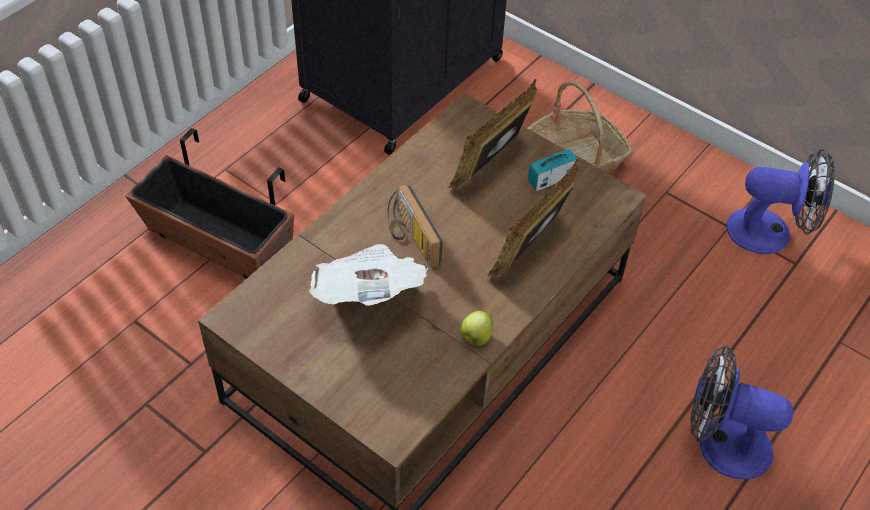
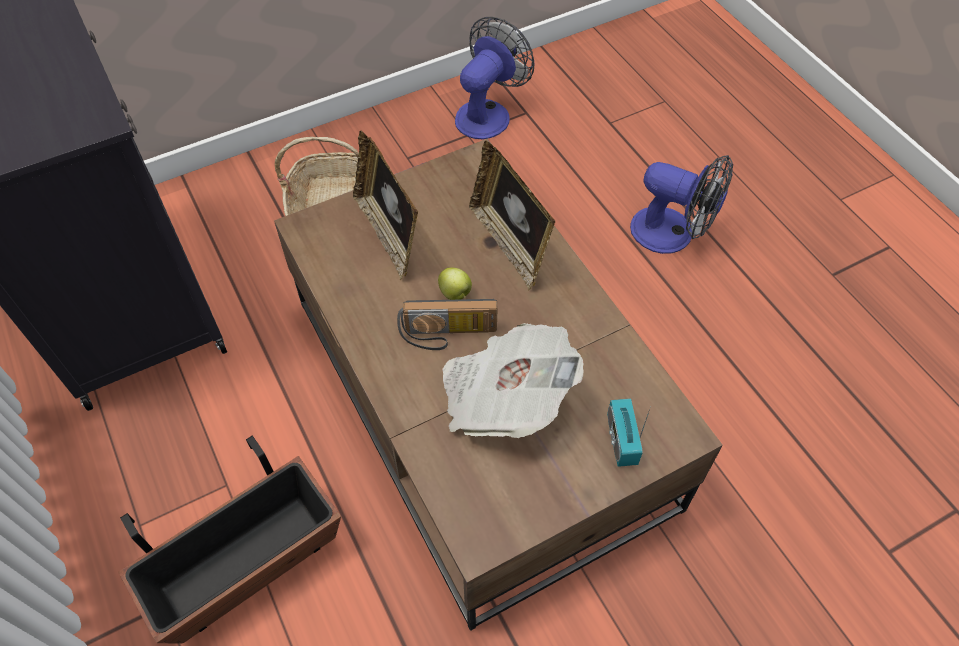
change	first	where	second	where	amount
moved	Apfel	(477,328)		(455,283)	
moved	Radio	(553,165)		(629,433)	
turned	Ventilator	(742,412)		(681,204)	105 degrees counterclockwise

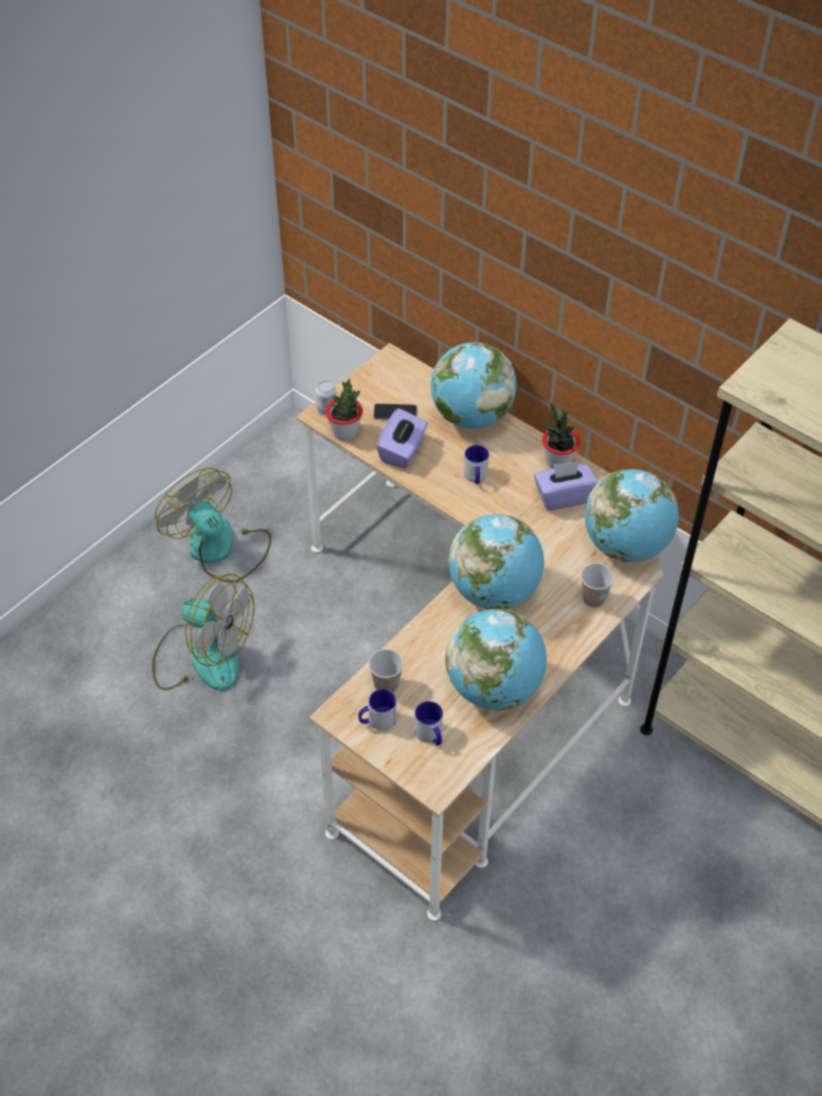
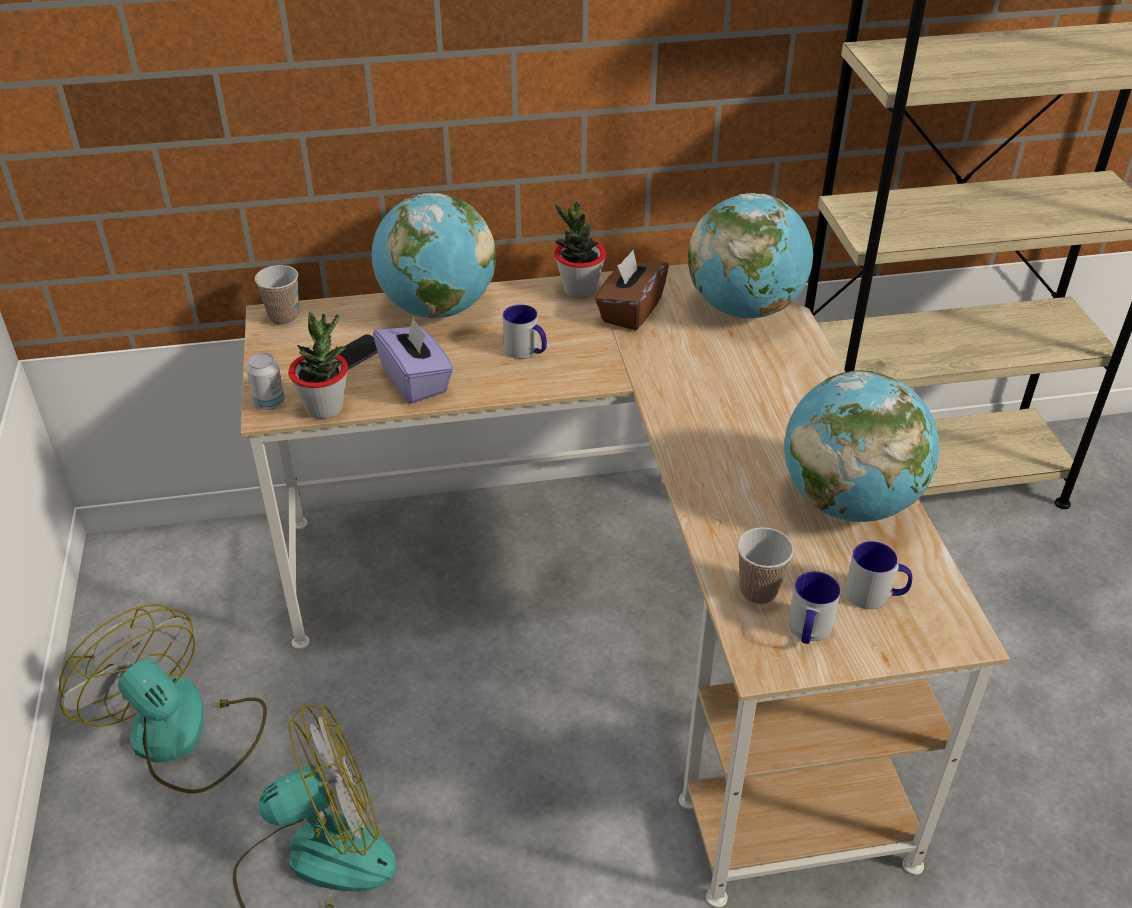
change	first	where	second	where	amount
removed	Globus	(496,562)			
moved	Tasse	(597,585)		(277,295)	
recoloured	Taschentuchbox (lila)	(566,486)	Taschentuchbox (braun)	(632,290)	
turned	Ventilator	(213,525)		(163,699)	45 degrees clockwise

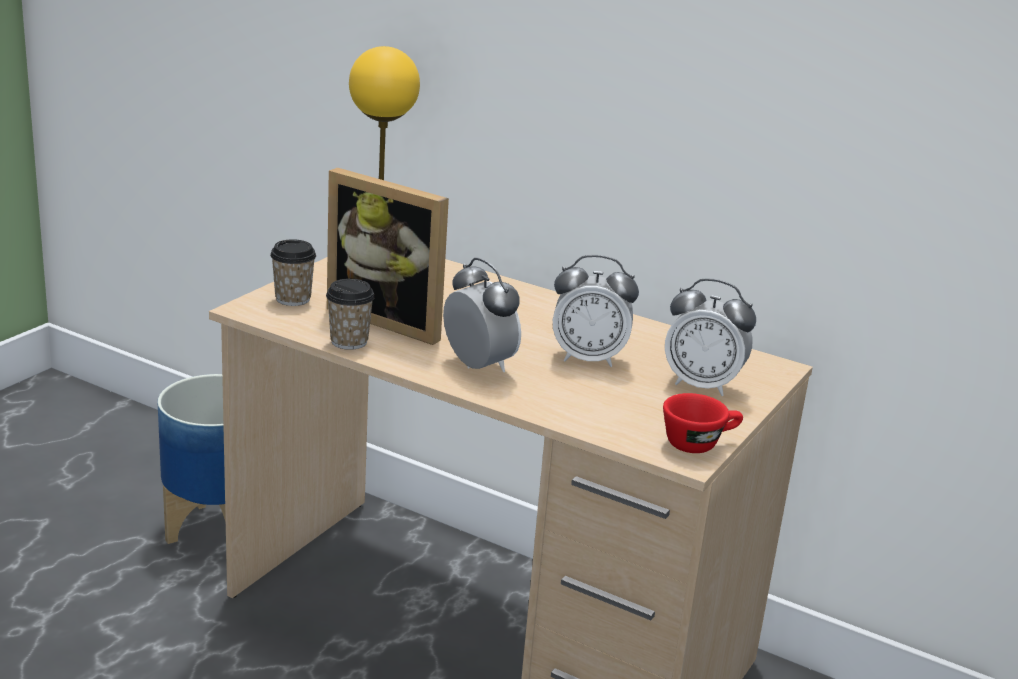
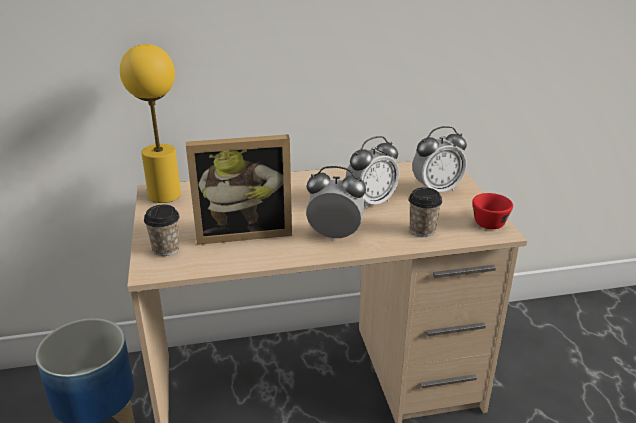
change	first	where	second	where	amount
moved	Tasse	(350,314)		(425,211)	

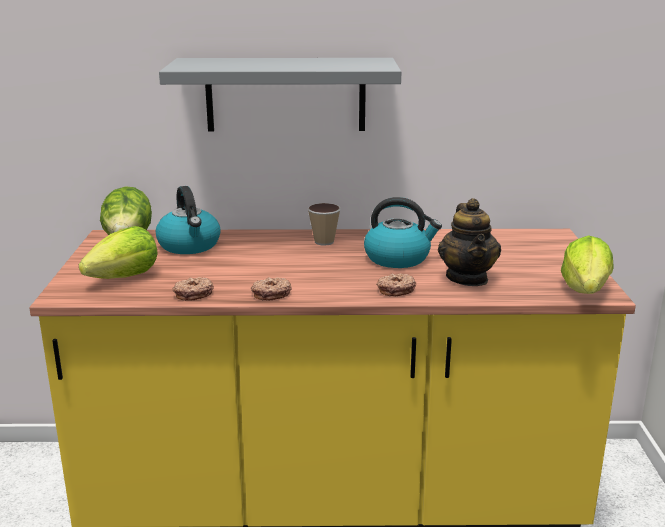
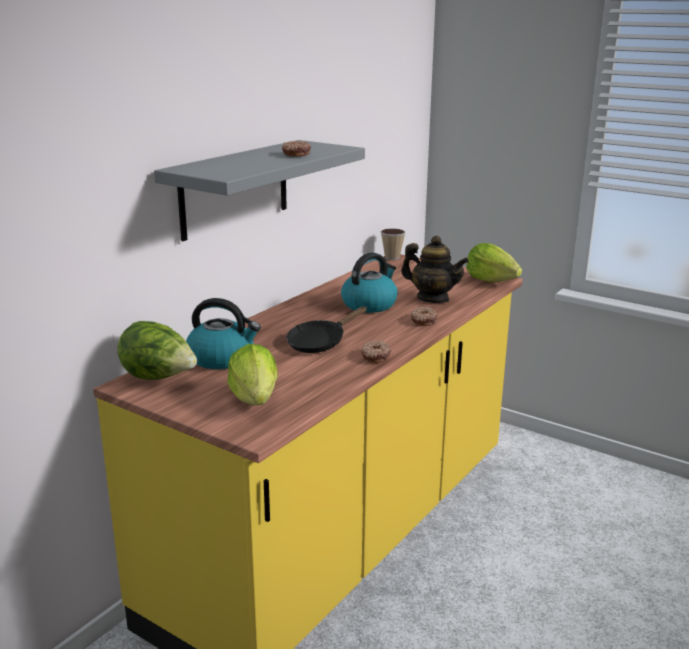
change	first	where	second	where	amount
added			Pfanne (schwarz)	(326,329)	
moved	Donut	(193,289)		(296,149)	
moved	Tasse	(324,224)		(393,244)	

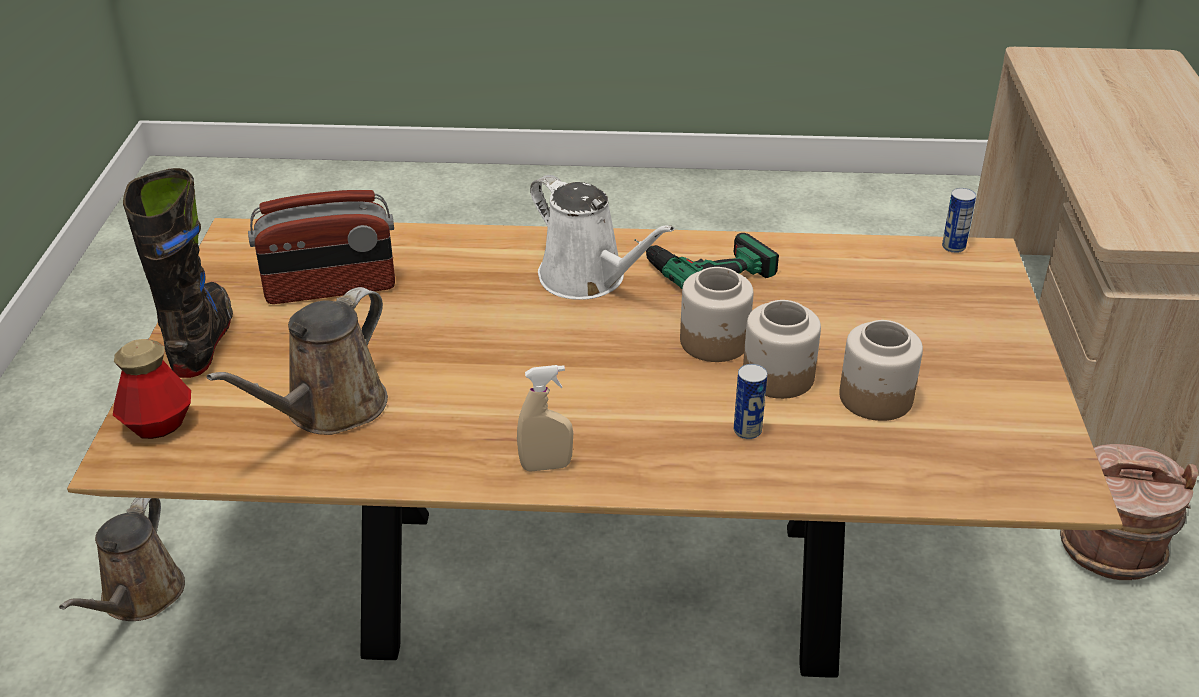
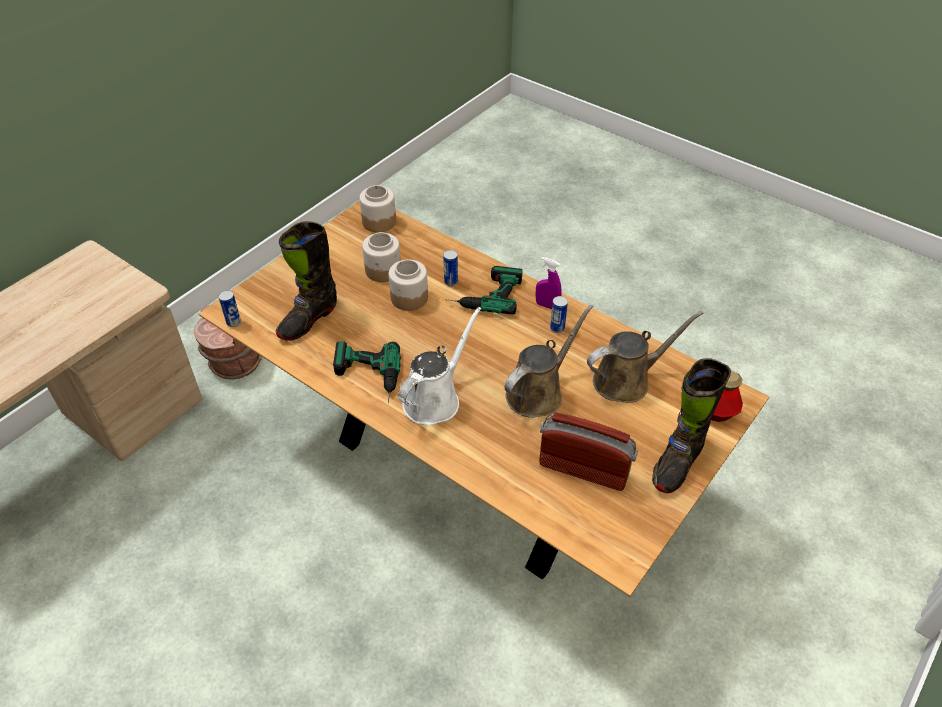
change	first	where	second	where	amount
added			Stiefel (schwarz)	(306,281)	
added			Bohrmaschine	(484,290)	
added			Dose	(559,314)	
moved	Gießkanne (braun)	(122,559)		(548,361)	
moved	Vorratsglas	(716,314)		(377,208)	
recoloured	Sprühflasche (beige)	(545,418)	Sprühflasche (lila)	(549,283)	
turned	Gießkanne (weiß)	(602,237)		(439,366)	45 degrees clockwise

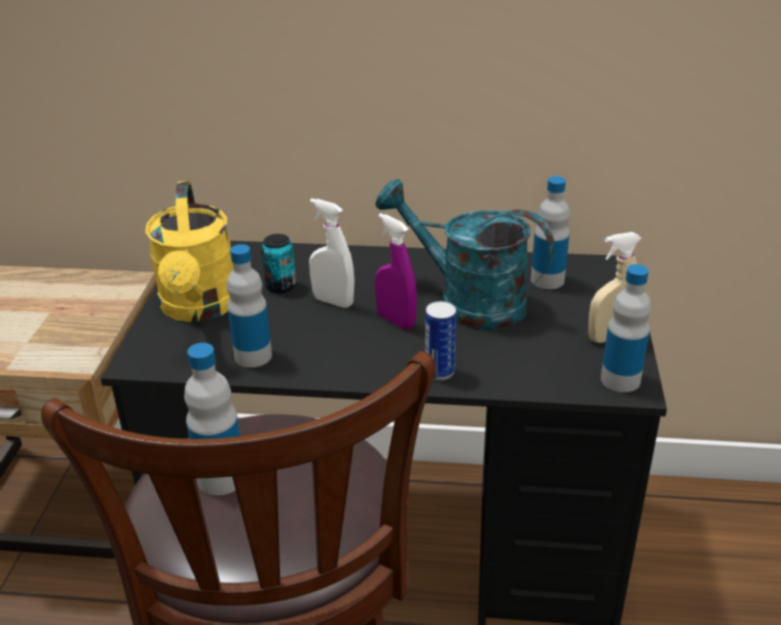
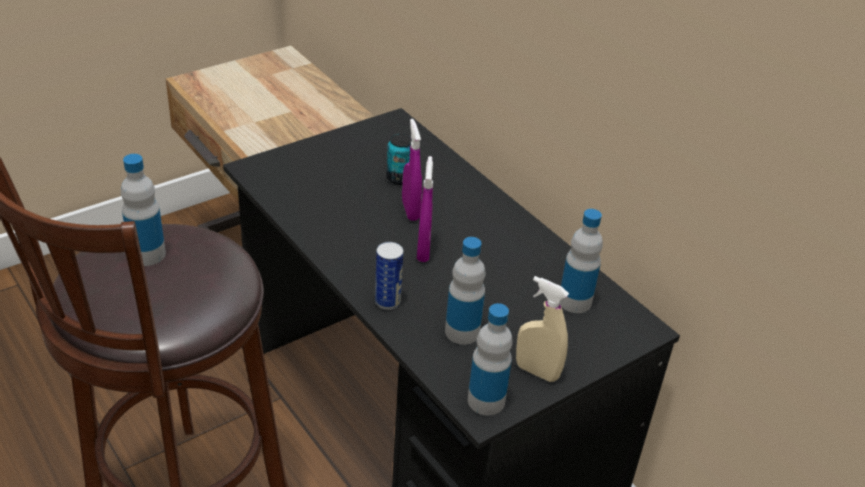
change	first	where	second	where	amount
removed	Gießkanne (gelb)	(189,251)			
removed	Gießkanne (türkis)	(464,254)			
moved	Flasche	(249,306)		(465,291)	
recoloured	Sprühflasche (weiß)	(332,253)	Sprühflasche (lila)	(412,170)	

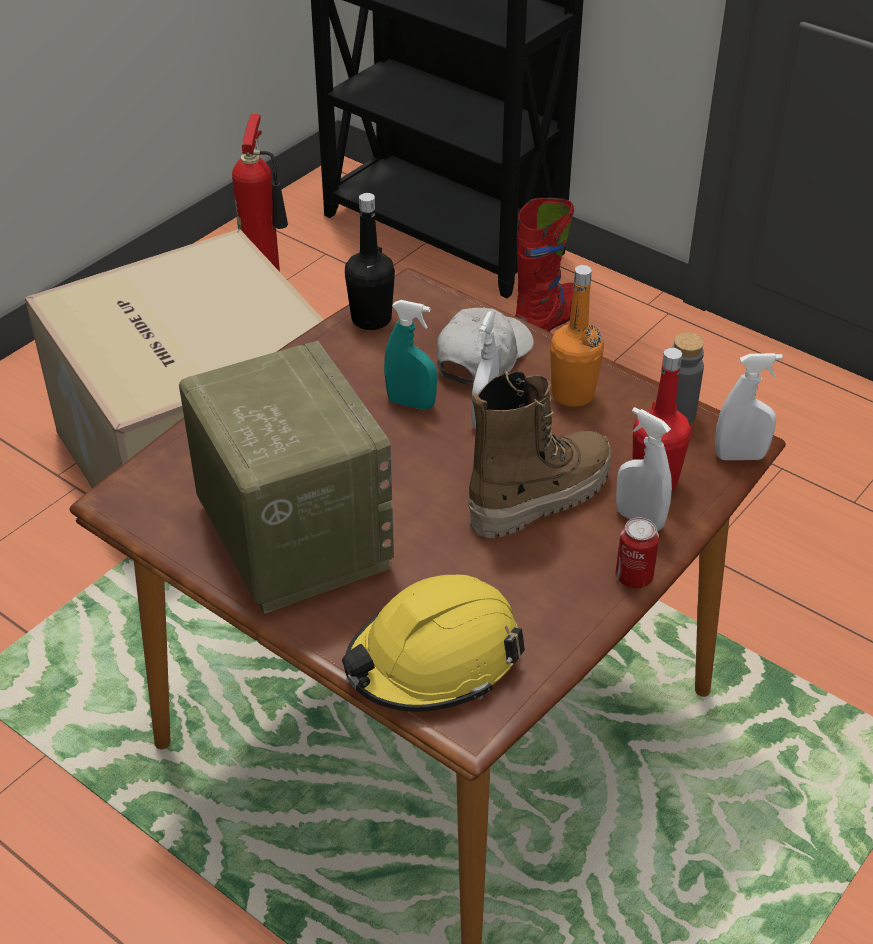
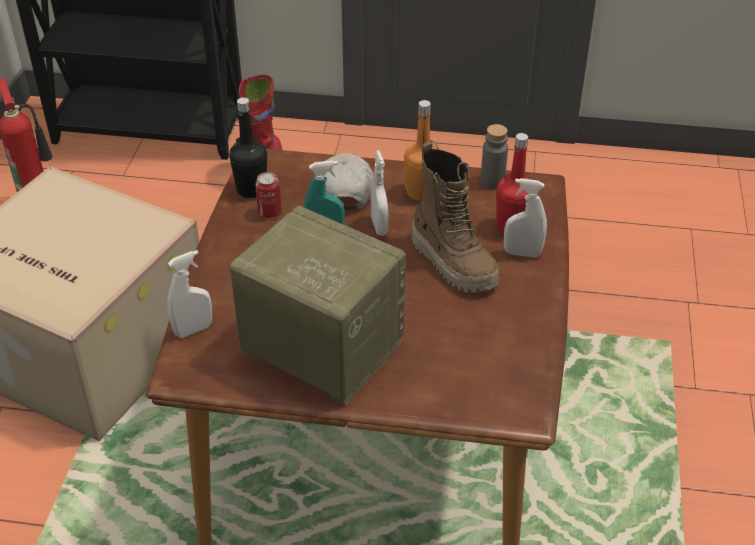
change	first	where	second	where	amount
removed	Schutzhelm (gelb)	(433,643)			
moved	Dose	(637,553)		(268,195)	
moved	Sprühflasche (weiß)	(749,406)		(190,294)	
turned	Stiefel	(539,454)		(455,217)	120 degrees clockwise

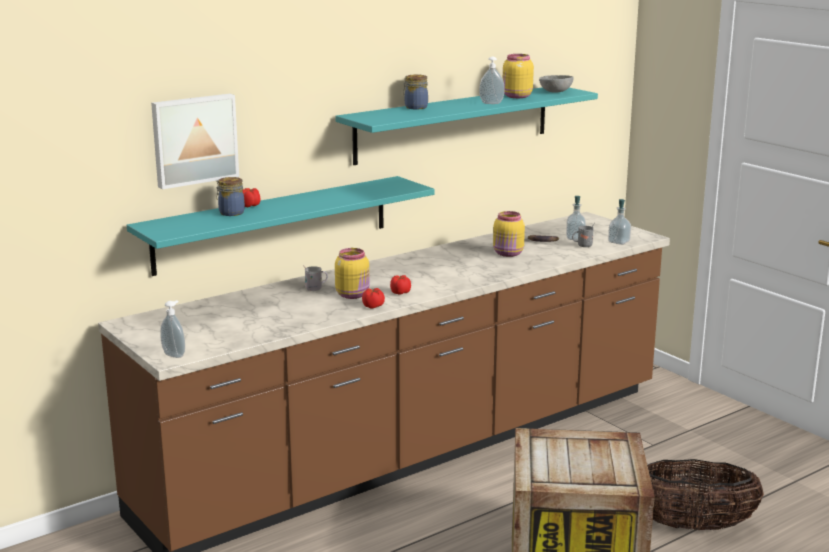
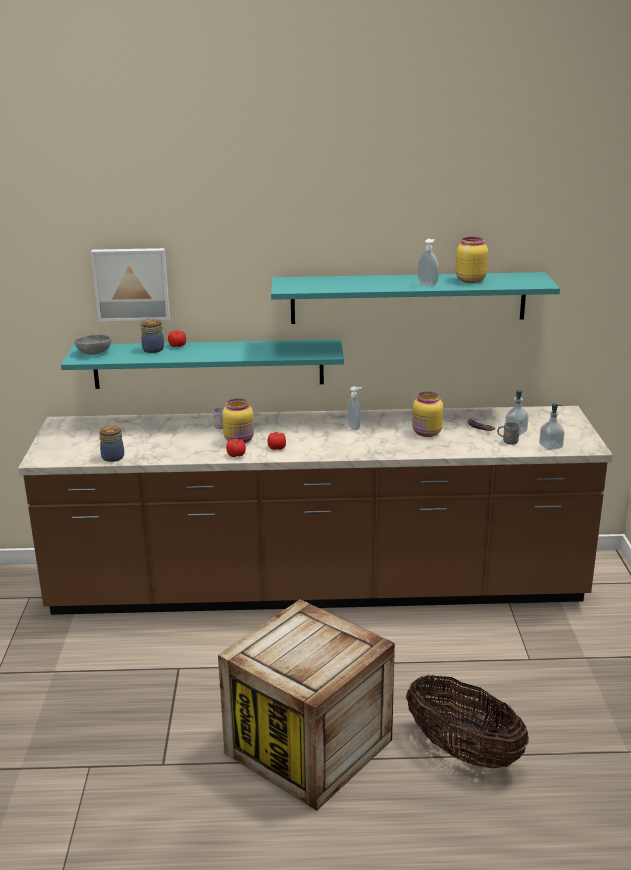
change	first	where	second	where	amount
moved	Seifenspender	(172,329)		(354,408)	
moved	Vorratsglas	(415,91)		(111,444)	
moved	Schüssel (grau)	(556,84)		(92,344)	

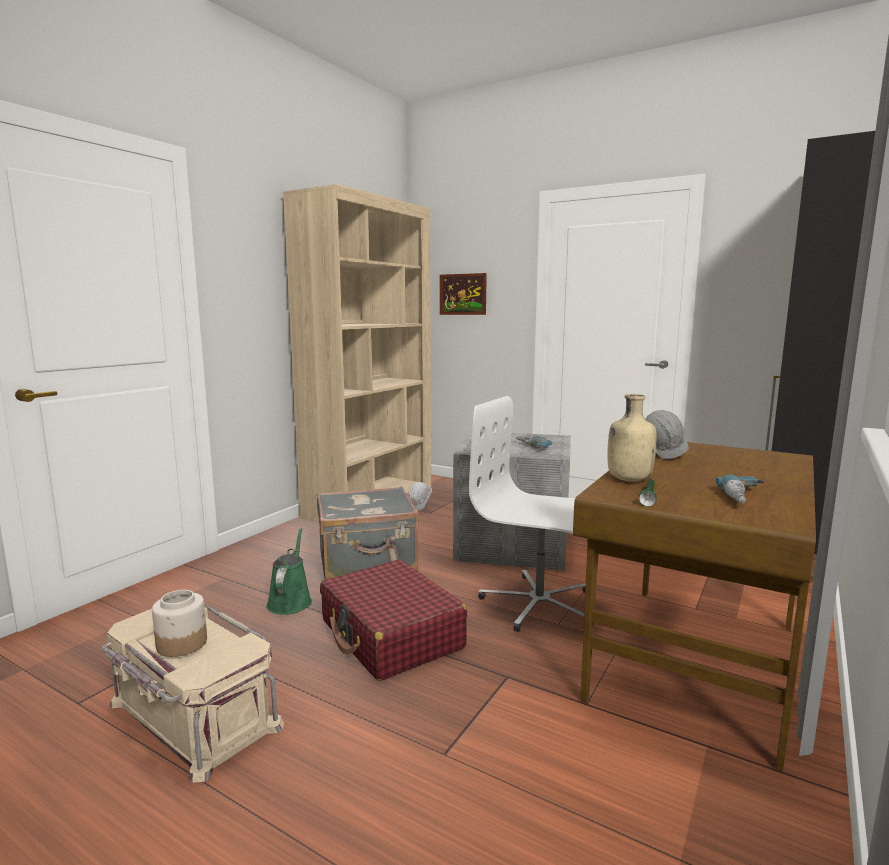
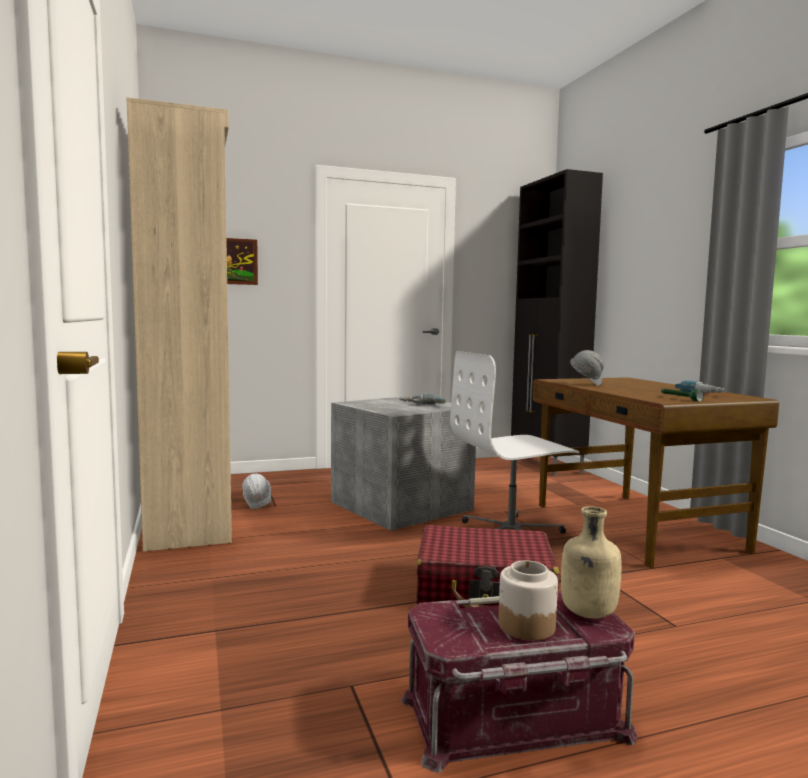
change	first	where	second	where	amount
removed	Gießkanne (grün)	(289,571)			
removed	Koffer (grau)	(368,533)			
moved	Flasche (beige)	(632,438)		(591,562)	
recoloured	Aufbewahrungsbox (beige)	(192,694)	Aufbewahrungsbox (rot)	(519,682)	

